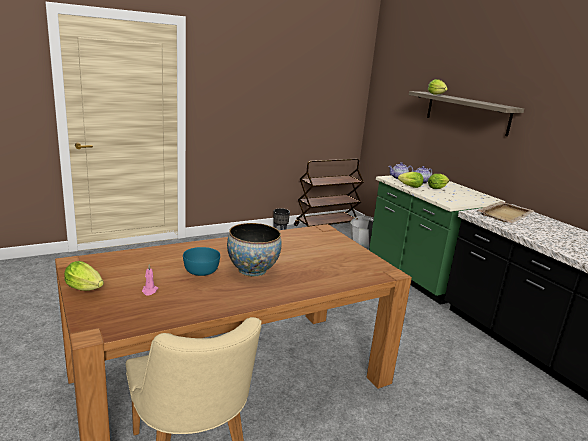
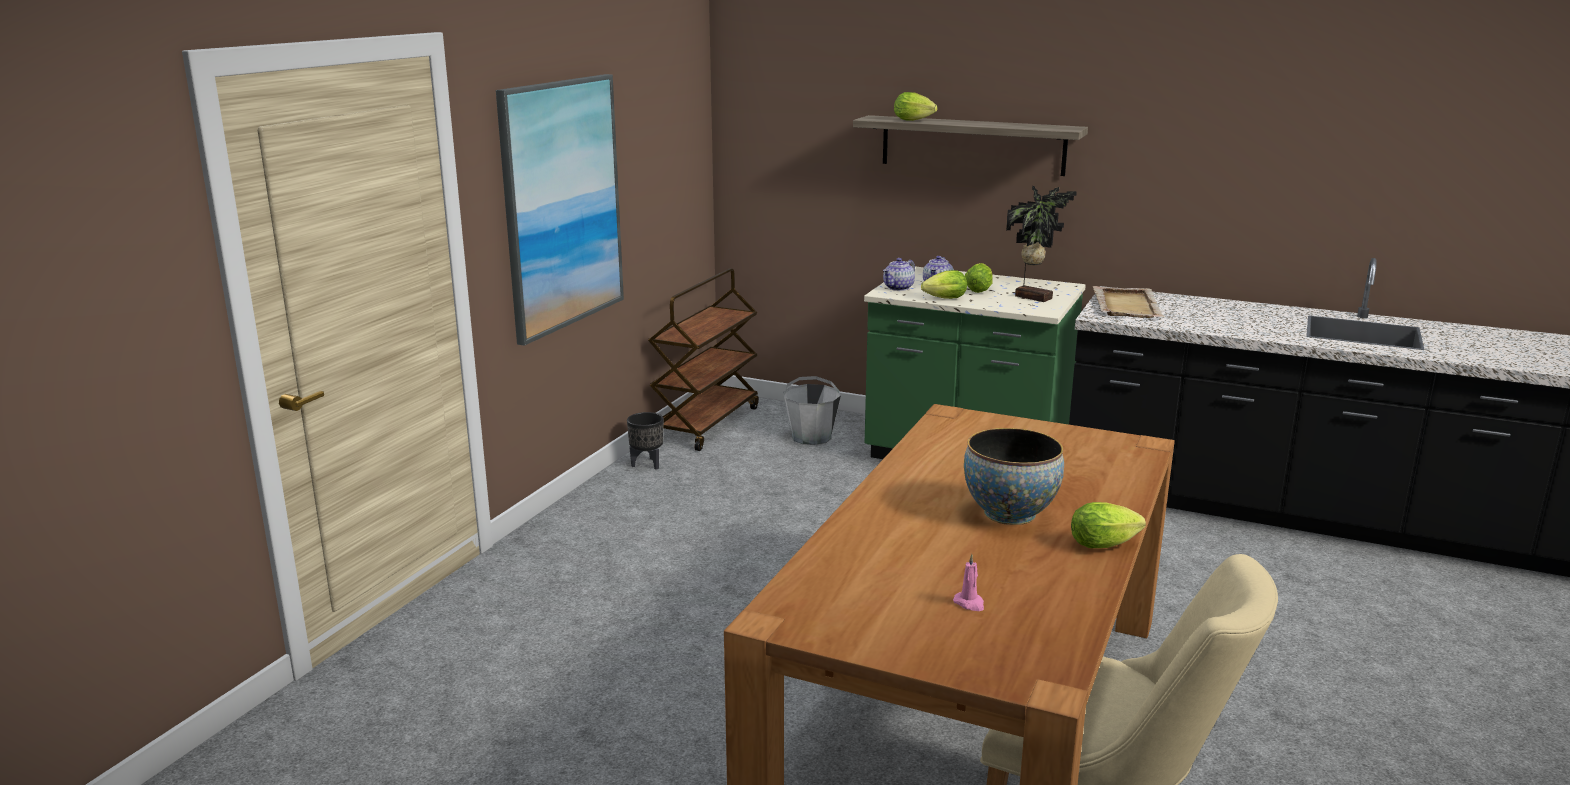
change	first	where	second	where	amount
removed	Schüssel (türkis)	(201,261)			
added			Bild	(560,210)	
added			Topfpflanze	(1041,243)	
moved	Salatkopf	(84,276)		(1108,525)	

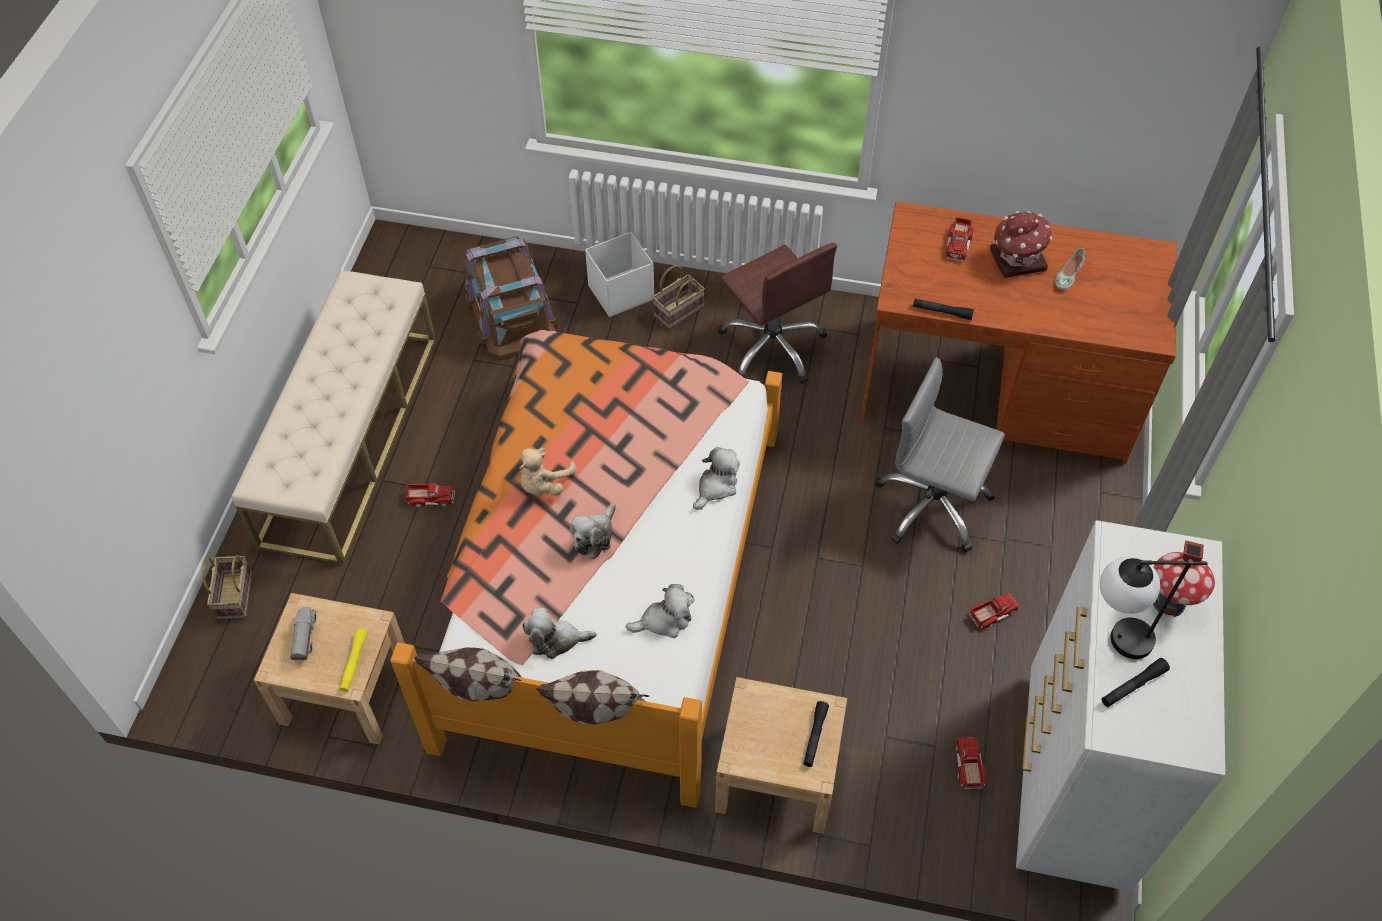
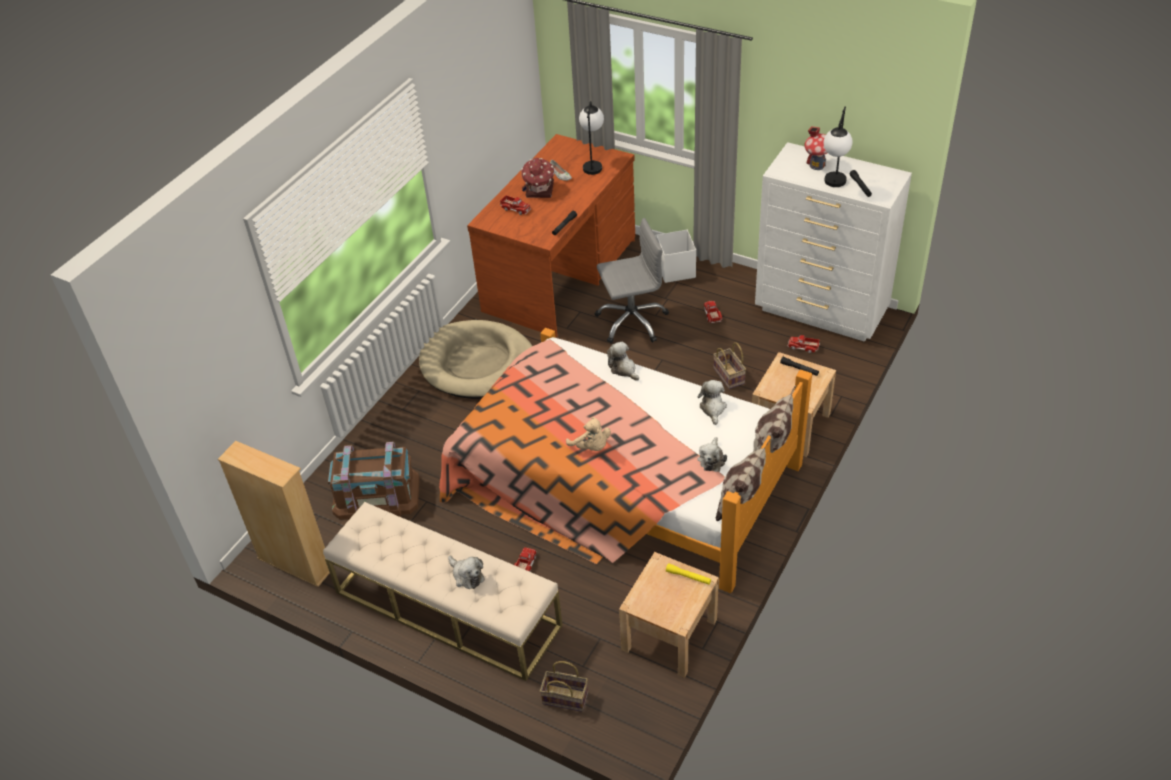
change	first	where	second	where	amount
removed	Spielzeuglaster	(303,633)			
added			Bücherregal (beige)	(274,514)	
added			Tischlampe	(591,138)	
moved	Plüschtier	(593,531)		(466,572)	
moved	Aufbewahrungsbox (weiß)	(619,274)		(676,256)	
moved	Korb	(678,297)		(729,365)	
replaced	Bürostuhl (braun)	(777,313)	Hundebett (beige)	(475,359)	
turned	Bürostuhl (grau)	(940,455)		(632,280)	150 degrees counterclockwise

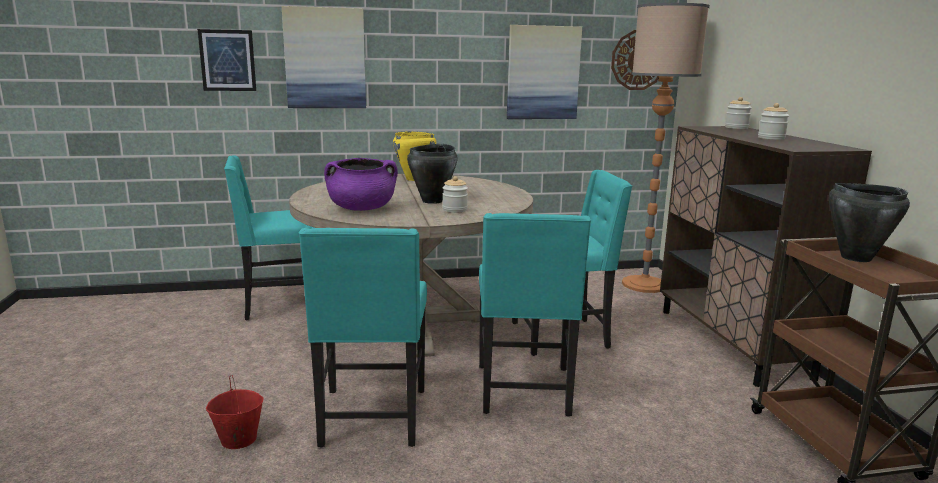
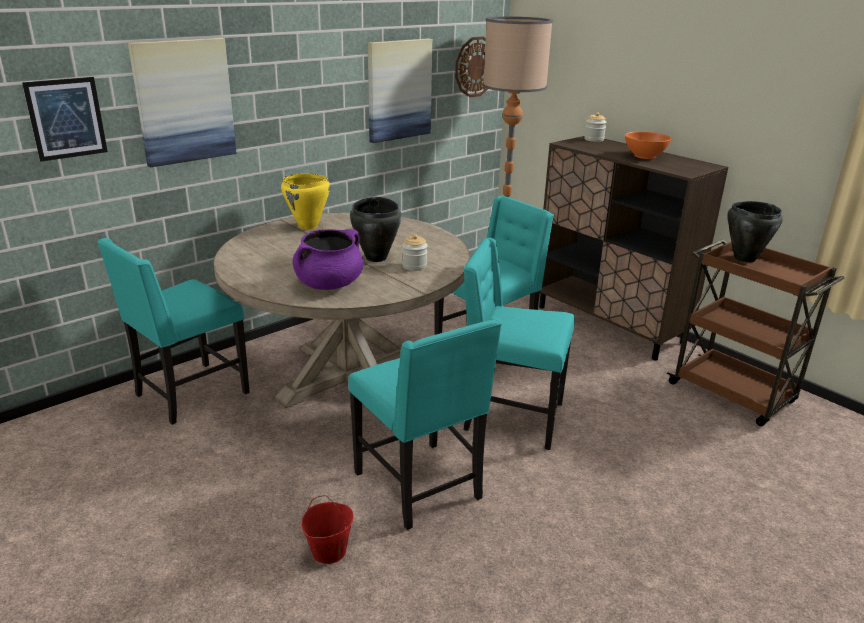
change	first	where	second	where	amount
replaced	Vorratsglas	(773,121)	Schüssel (orange)	(648,145)	
turned	Stuhl (türkis)	(535,315)		(519,344)	135 degrees clockwise

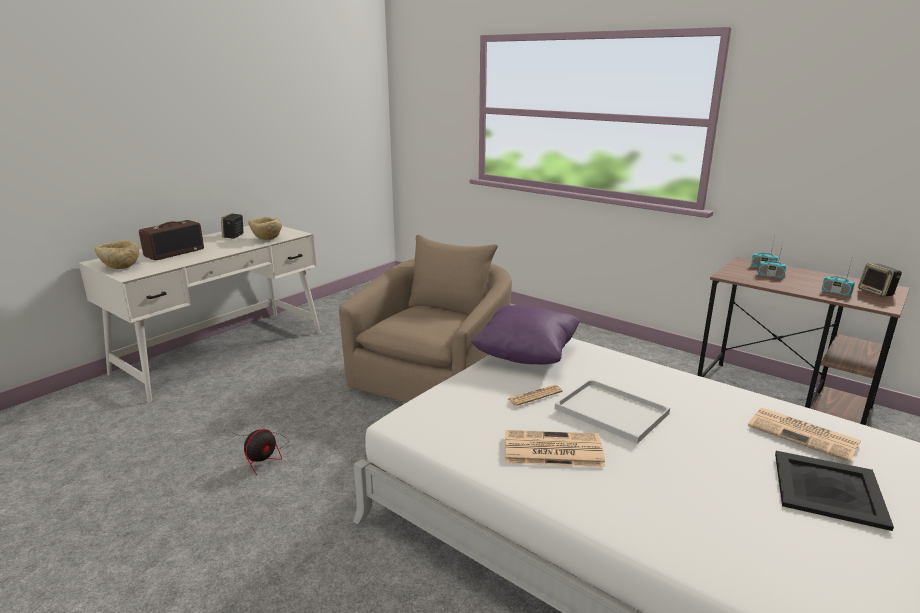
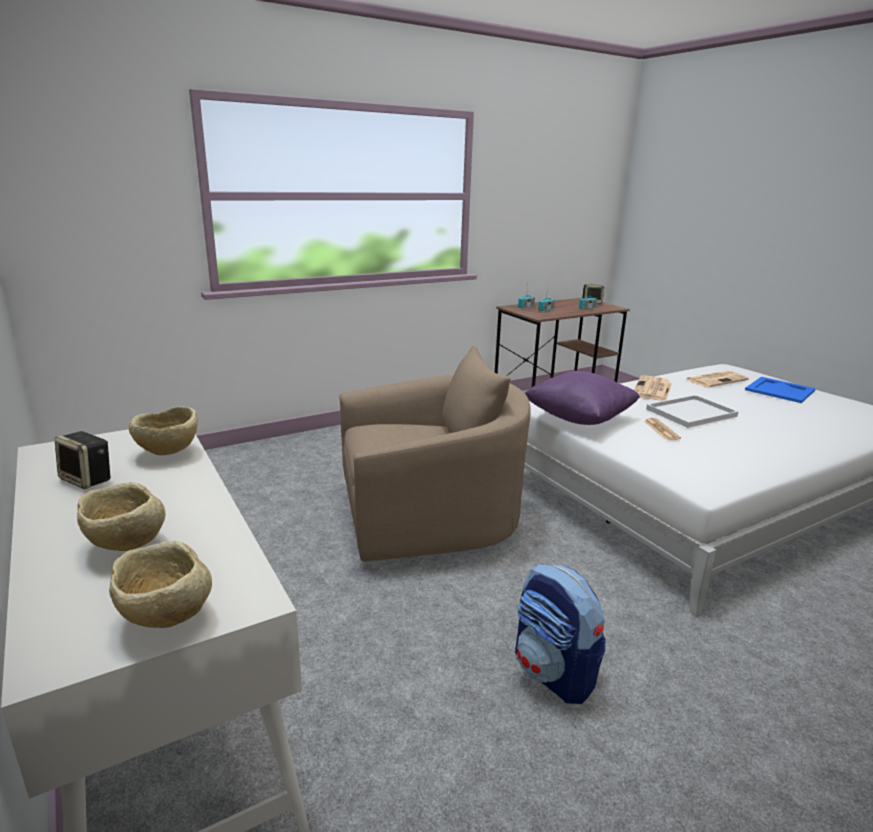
change	first	where	second	where	amount
moved	Zeitung	(555,448)		(653,388)	
replaced	Radio	(171,240)	Schüssel (beige)	(121,516)	
replaced	Ventilator	(260,452)	Rucksack	(560,633)	
recoloured	Tablett (schwarz)	(834,491)	Tablett (blau)	(780,390)	
turned	Sessel (beige)	(425,319)		(435,453)	120 degrees clockwise

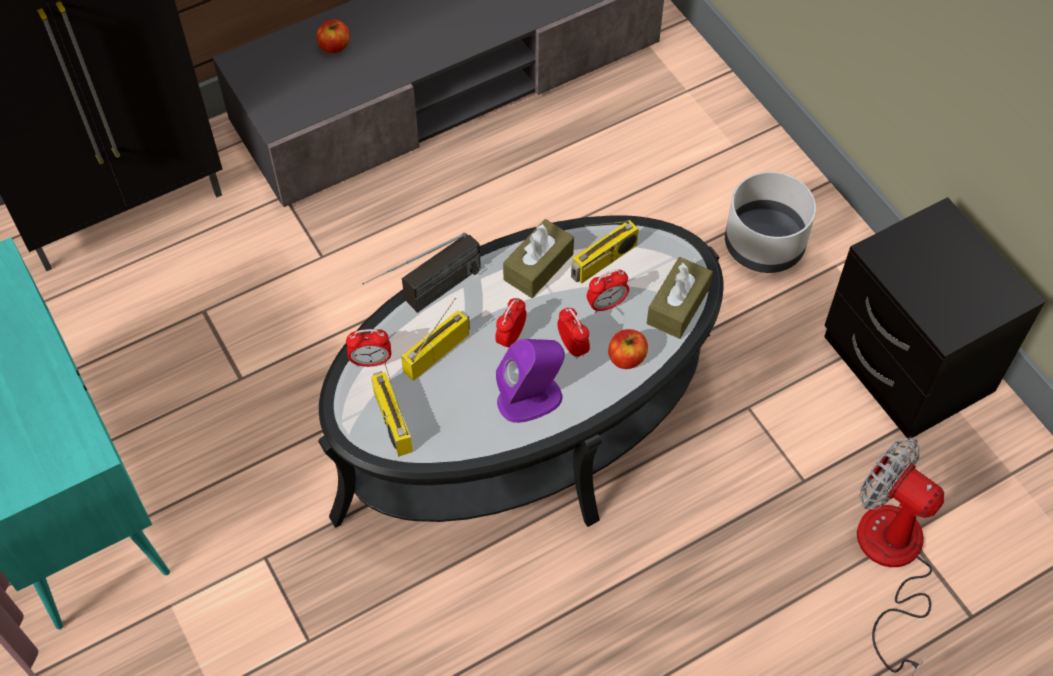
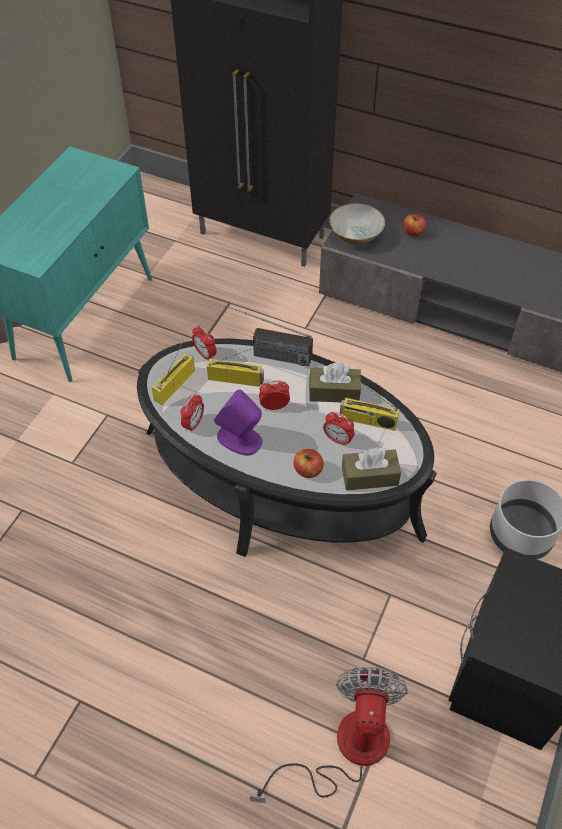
change	first	where	second	where	amount
added			Schüssel	(357,223)	
moved	Wecker	(573,333)		(192,413)	

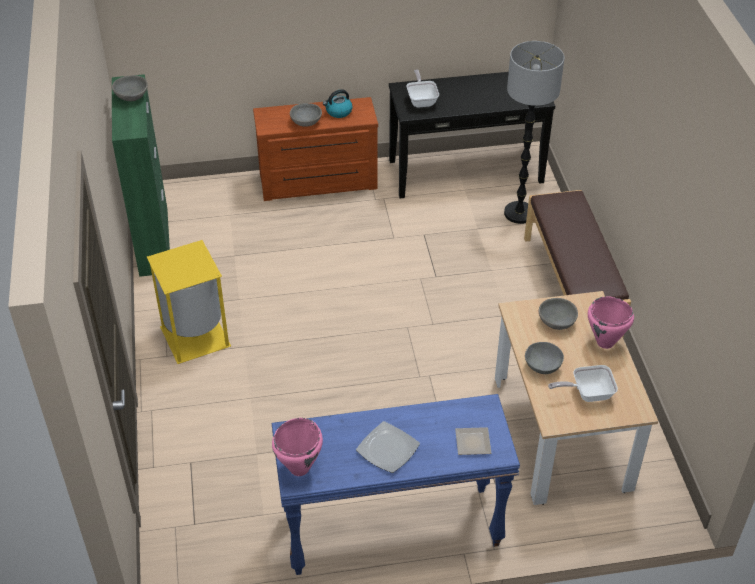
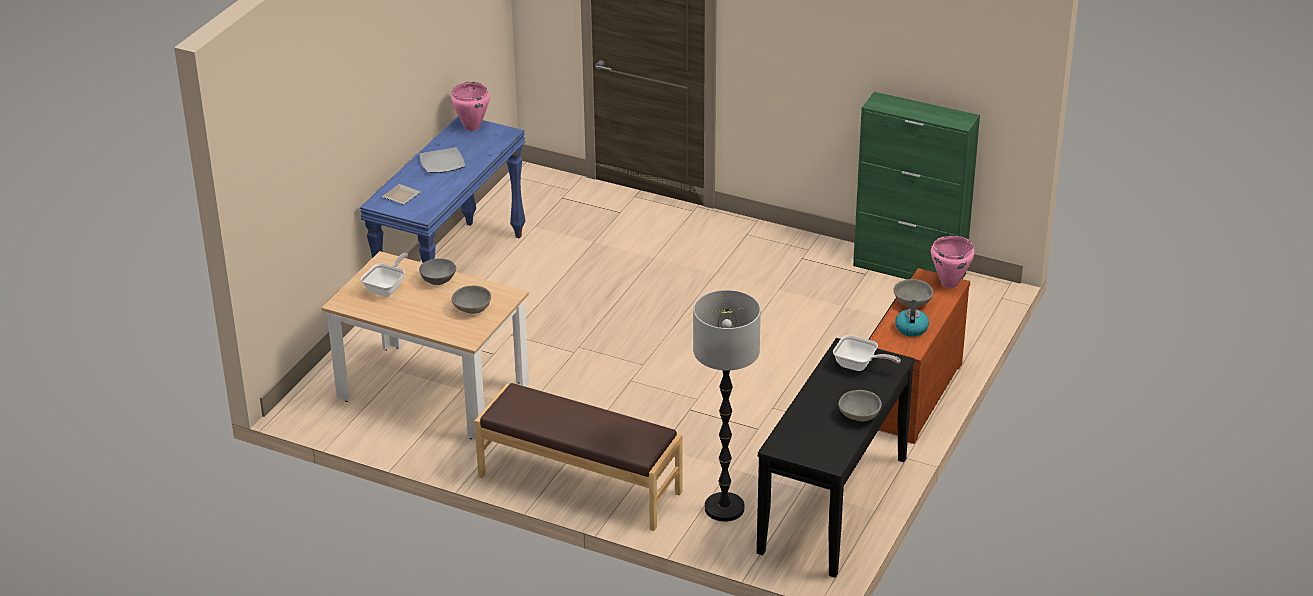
change	first	where	second	where	amount
removed	Mülleimer (gelb)	(189,302)			
moved	Schüssel (grau)	(130,88)		(860,405)	
moved	Kochtopf (rosa)	(611,322)		(953,262)	

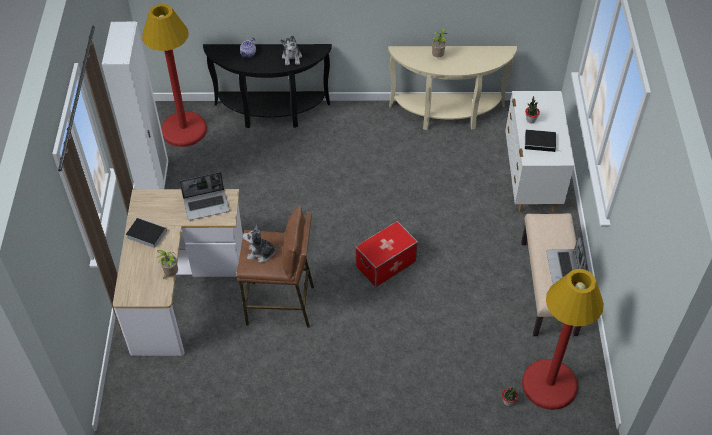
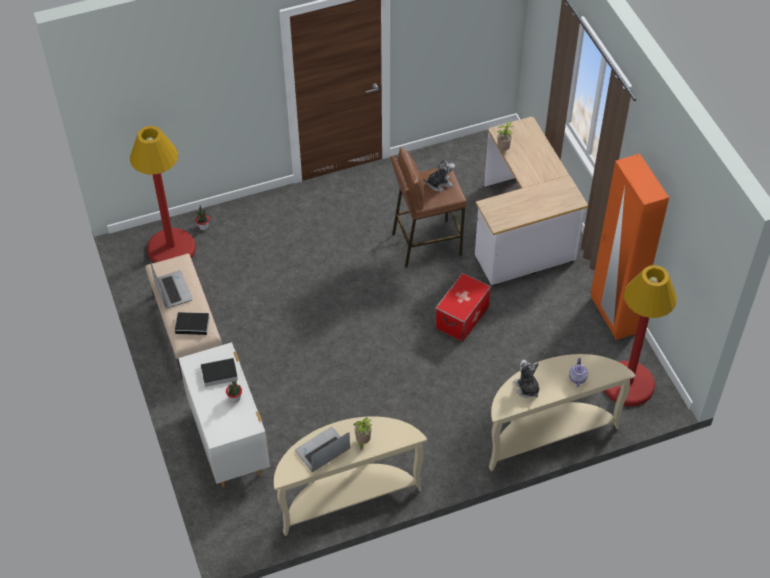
change	first	where	second	where	amount
moved	Buch	(146,233)		(193,323)	
moved	Laptop	(205,196)		(322,449)	
moved	Aufbewahrungsbox	(386,254)		(463,307)	
recoloured	Kleiderschrank (weiß)	(135,105)	Kleiderschrank (orange)	(630,247)	
recoloured	Konsolentisch (schwarz)	(267,86)	Konsolentisch (beige)	(562,412)	

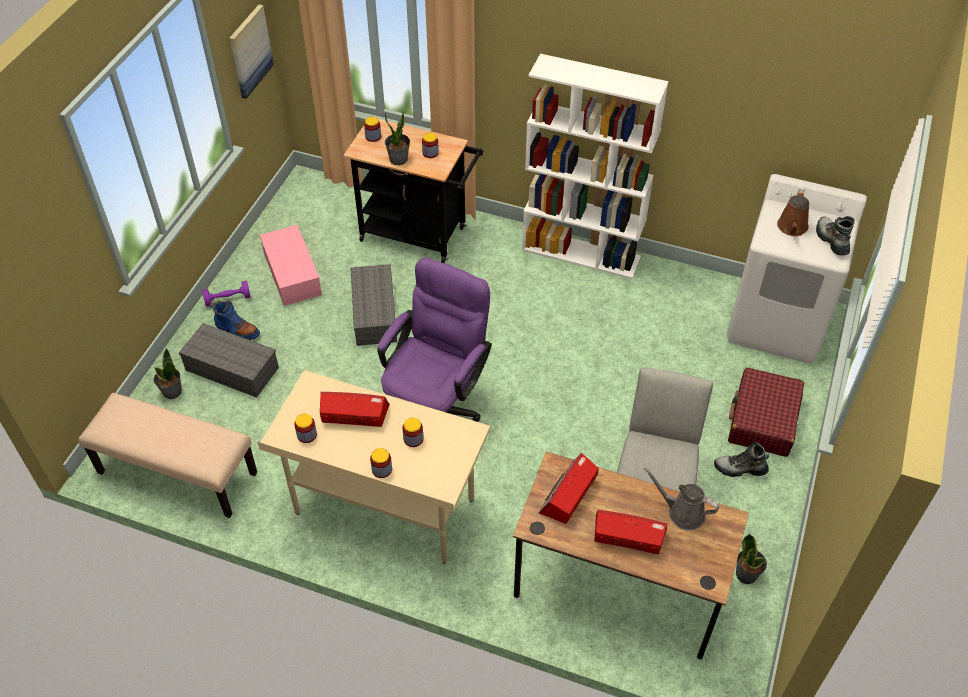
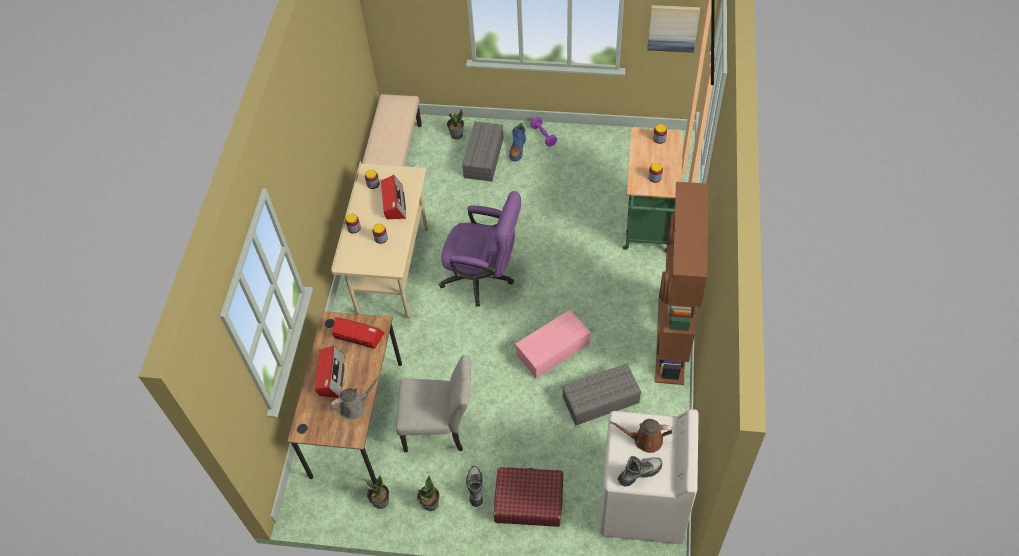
change	first	where	second	where	amount
moved	Aufbewahrungsbox (rosa)	(290,265)		(553,344)	
moved	Aufbewahrungsbox (grau)	(373,305)		(602,395)	
moved	Topfpflanze	(397,137)		(428,493)	
recoloured	Rollwagen (schwarz)	(413,191)	Rollwagen (grün)	(653,190)	
recoloured	Bücherregal (weiß)	(595,166)	Bücherregal (braun)	(681,283)	
turned	Gießkanne (grau)	(681,499)		(356,397)	45 degrees clockwise

